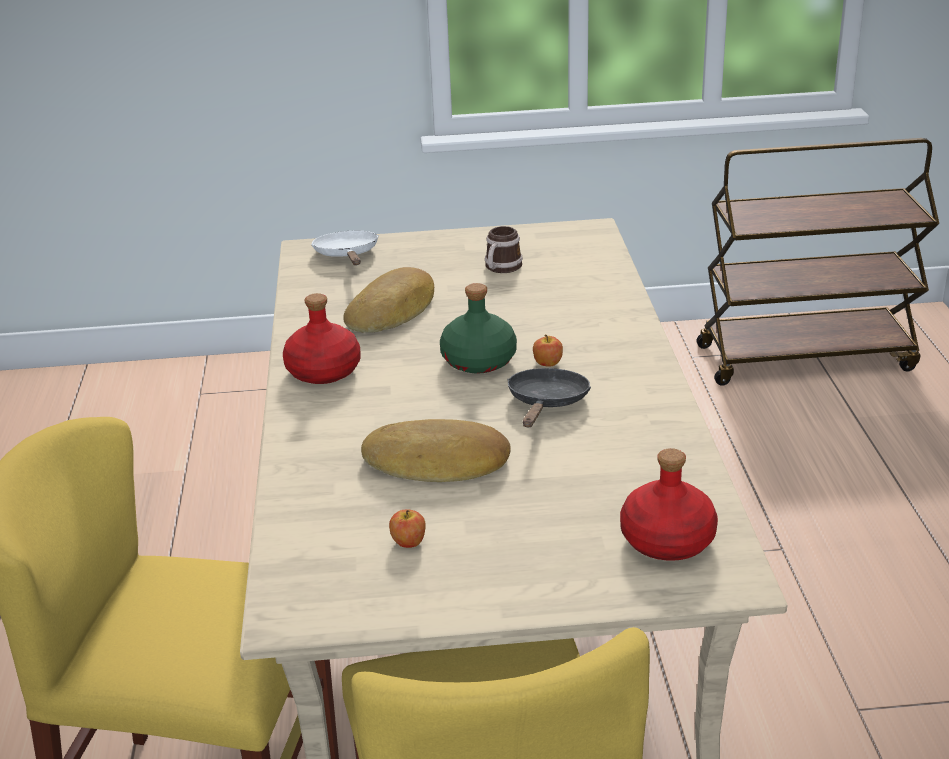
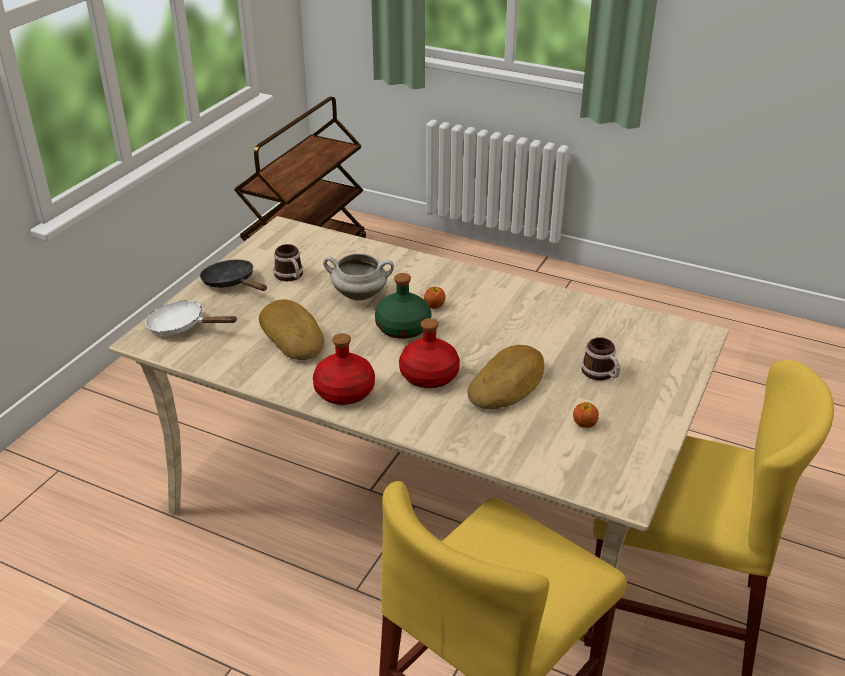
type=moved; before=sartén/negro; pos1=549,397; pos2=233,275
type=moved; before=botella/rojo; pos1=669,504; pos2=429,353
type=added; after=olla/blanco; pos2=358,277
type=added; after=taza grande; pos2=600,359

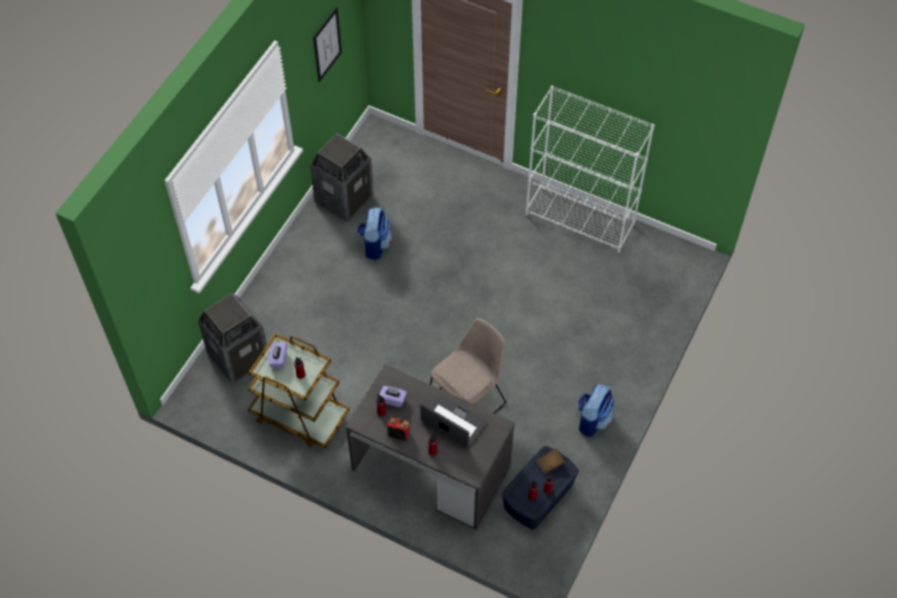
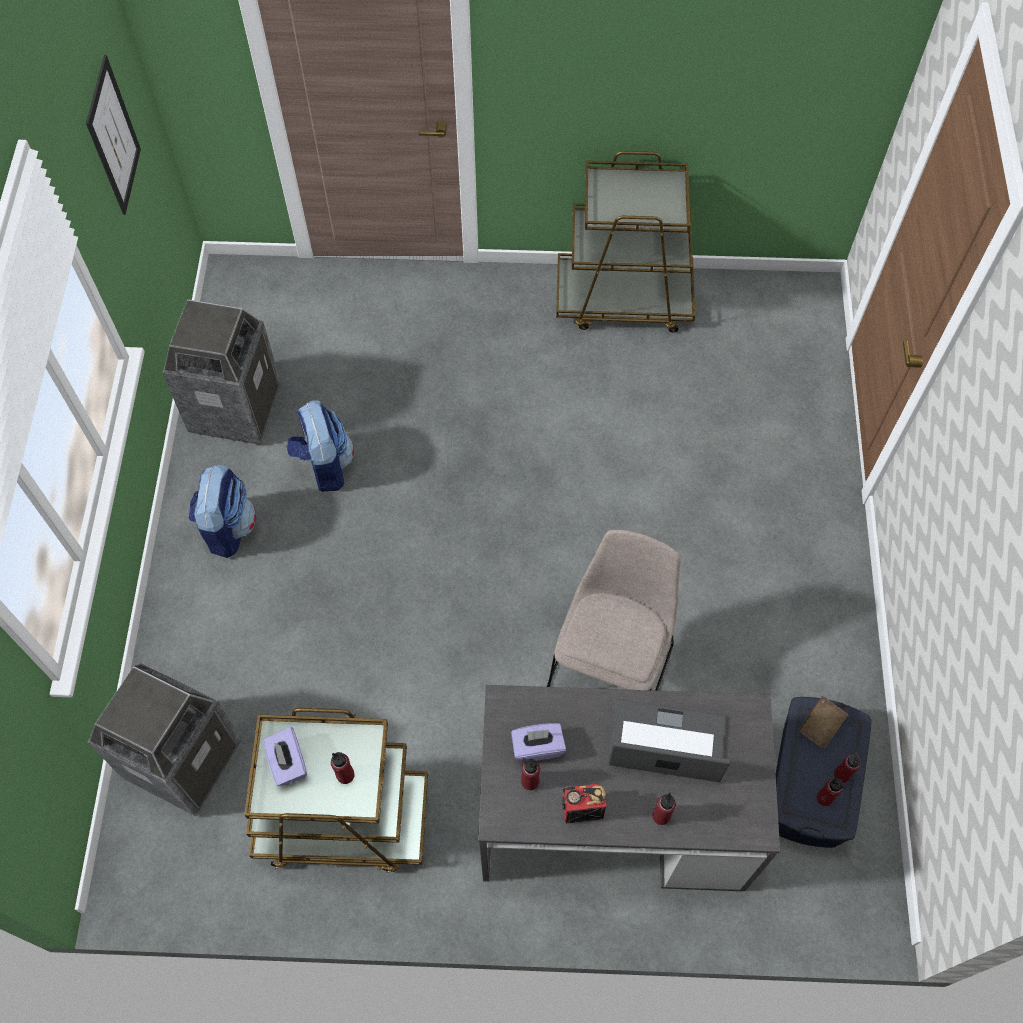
type=replaced; before=estantería/blanco; after=carrito/marrón; pos1=590,169; pos2=625,241
type=moved; before=mochila; pos1=596,410; pos2=222,511

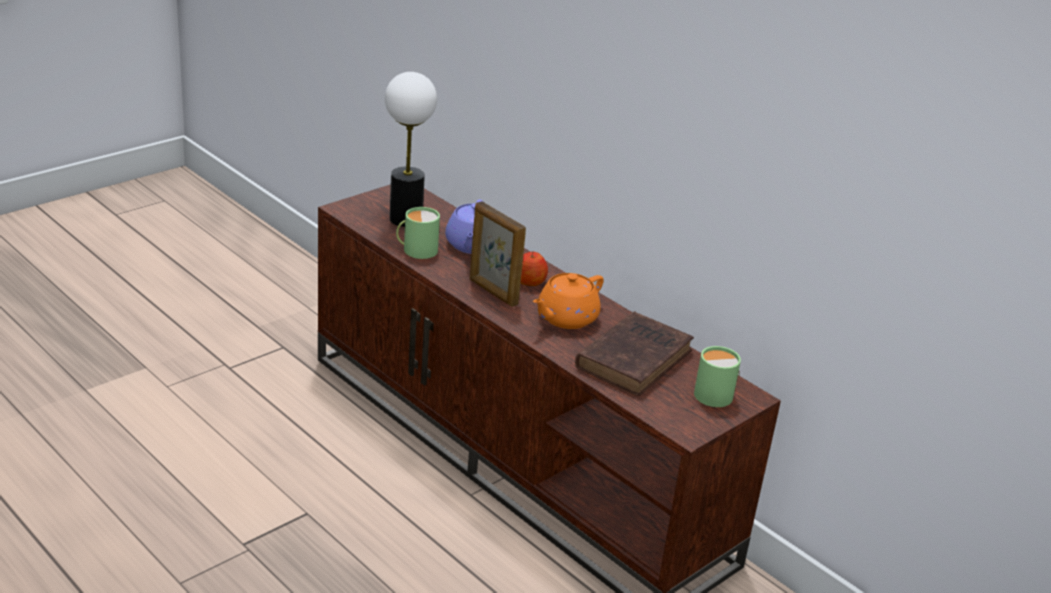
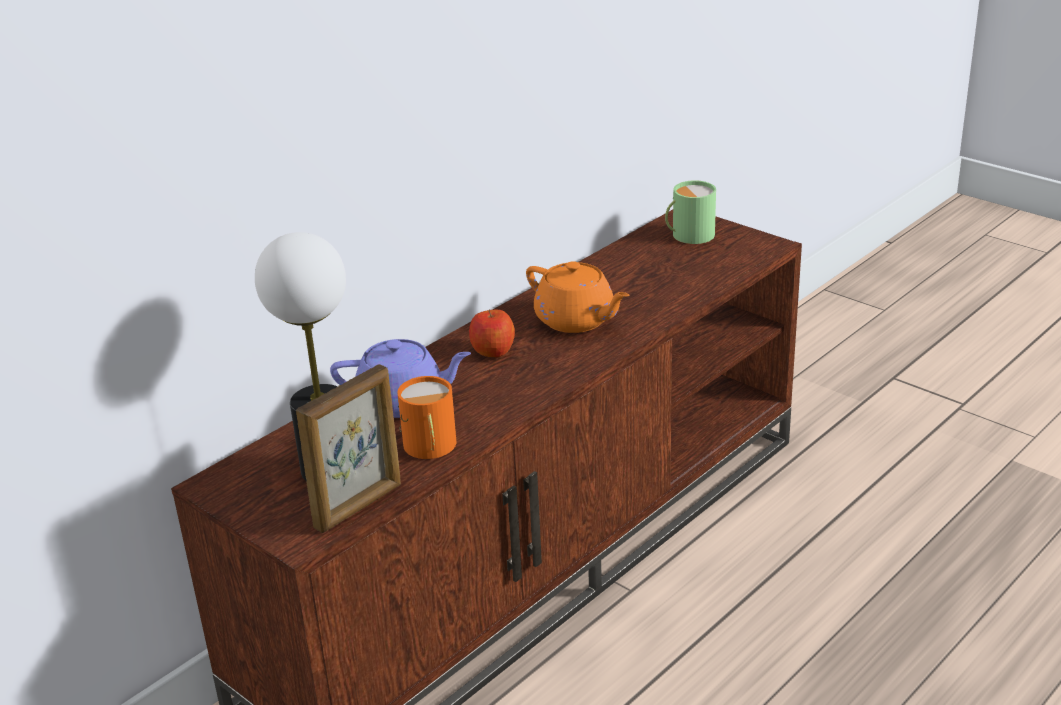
type=recoloured; before=taza grande/verde; after=taza grande/naranja; pos1=418,233; pos2=427,417
type=moved; before=portarretratos; pos1=497,254; pos2=348,448
type=removed; before=libro/marrón; pos1=634,353

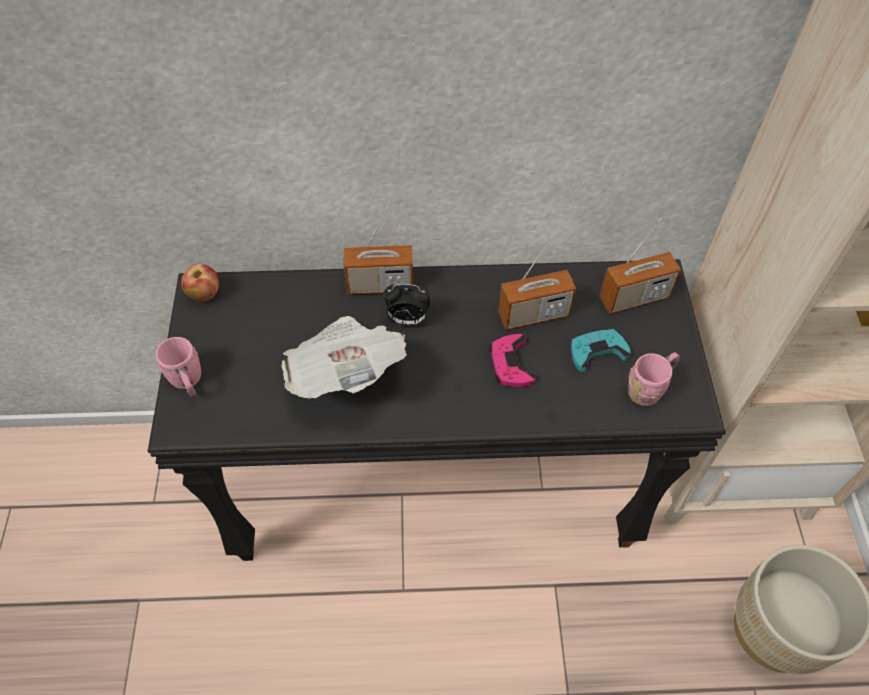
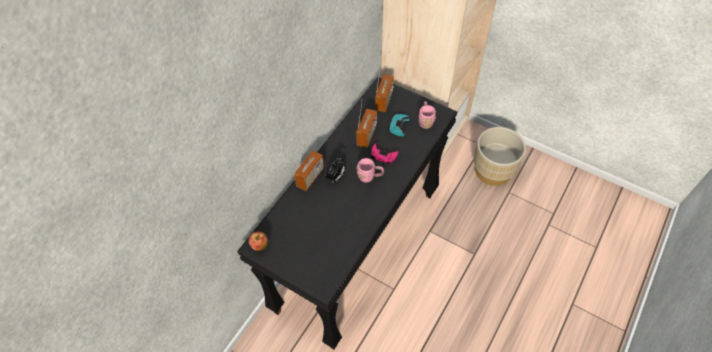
type=moved; before=taza grande/rosa; pos1=178,366; pos2=370,170
type=removed; before=periódico; pos1=344,357

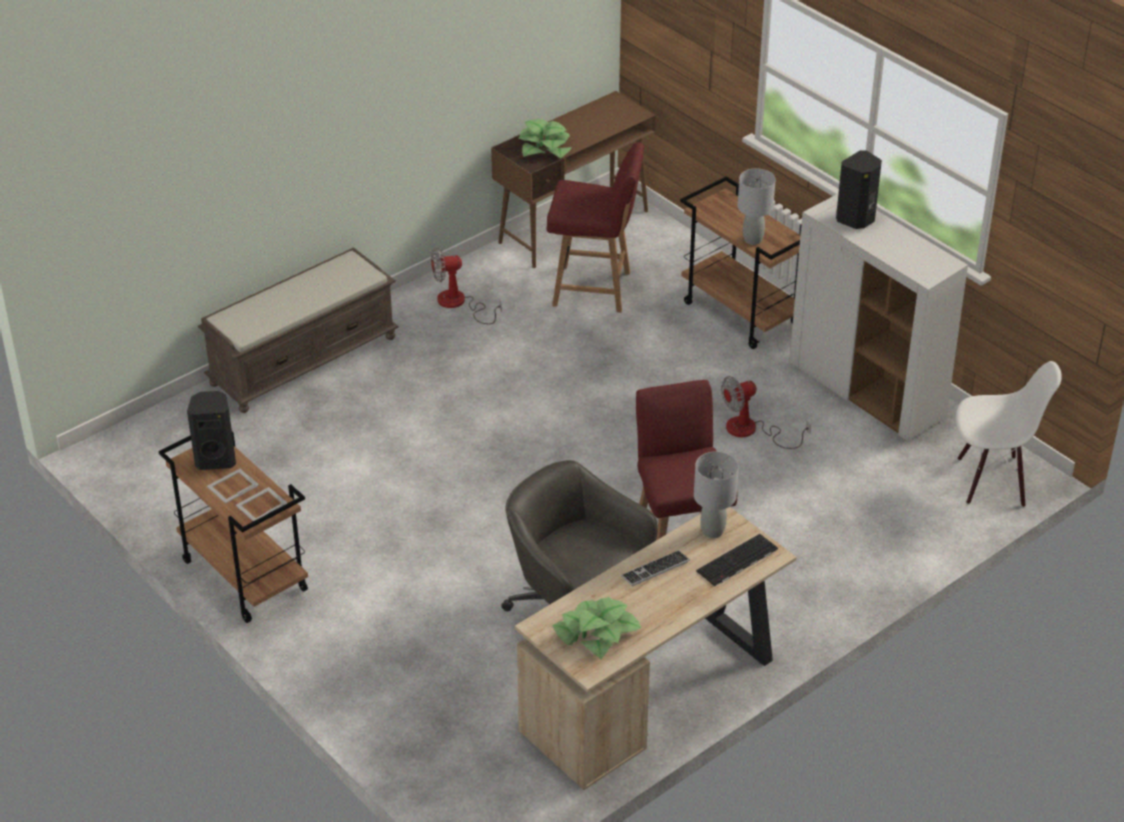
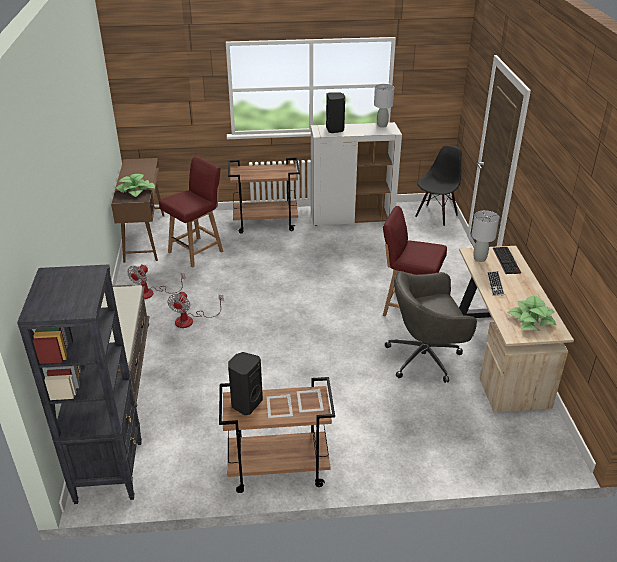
type=moved; before=ventilador; pos1=766,412; pos2=196,309
type=moved; before=lámpara de mesa/gris; pos1=757,206; pos2=384,106
type=recoloured; before=silla/blanco; after=silla/negro; pos1=1009,434; pos2=438,185
type=added; after=estantería/negro; pos2=79,384

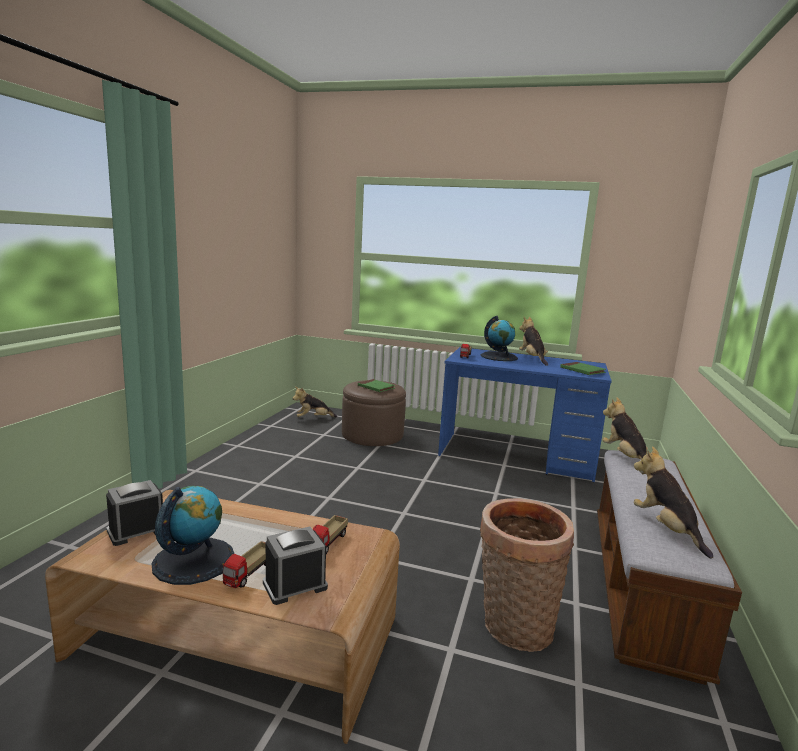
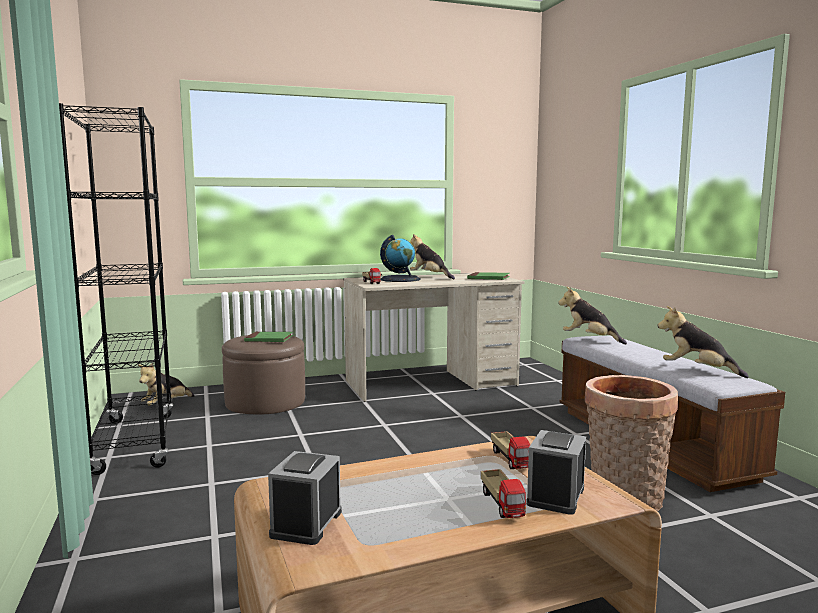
type=removed; before=globo terráqueo; pos1=192,535
type=recoloured; before=escritorio/azul; after=escritorio/beis; pos1=525,414; pos2=434,337
type=added; after=estantería/negro; pos2=116,289

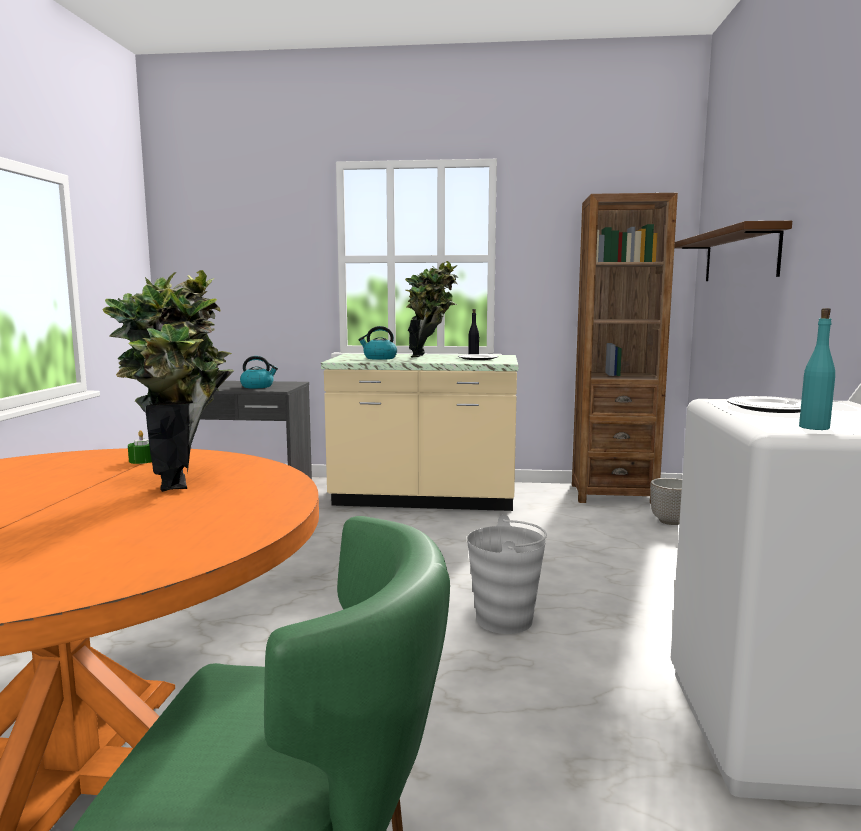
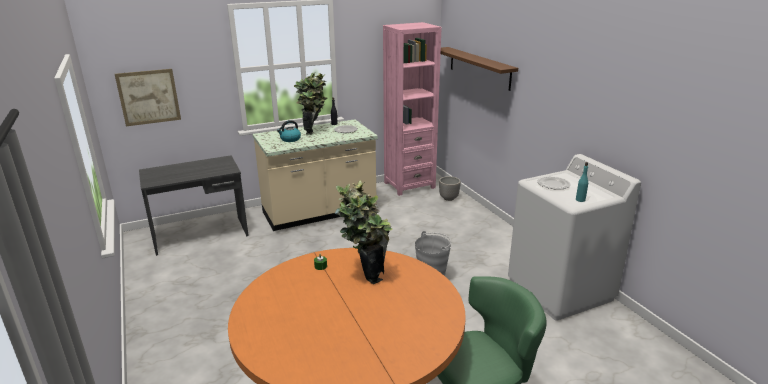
type=removed; before=hervidor; pos1=259,372
type=recoloured; before=estantería/marrón; after=estantería/rosa; pos1=625,348; pos2=412,109
type=added; after=cuadro; pos2=148,97

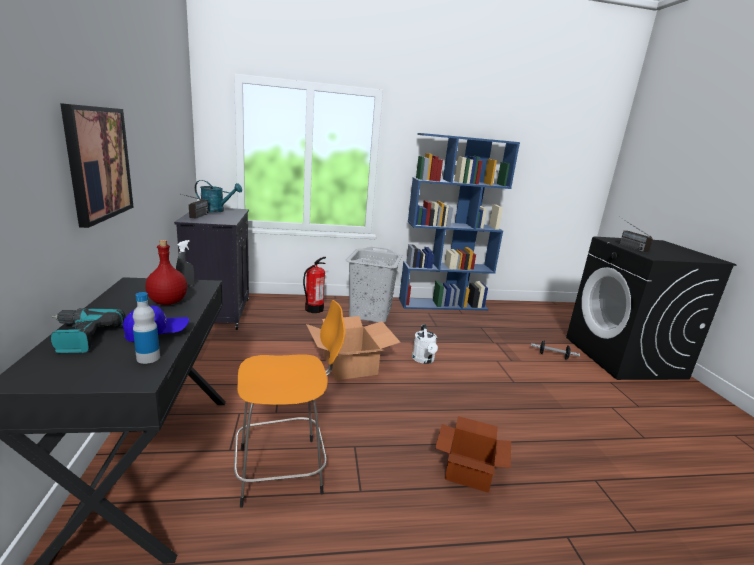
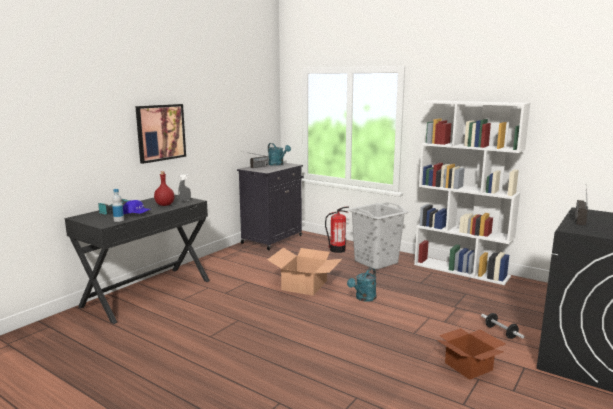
type=removed; before=taburete/naranja; pos1=289,404
type=recoloured; before=estantería/azul; after=estantería/blanco; pos1=459,222; pos2=472,192
type=recoloured; before=regadera/blanco; after=regadera/turquesa; pos1=425,344; pos2=361,285
type=moved; before=caja de cartón; pos1=473,454; pos2=471,354

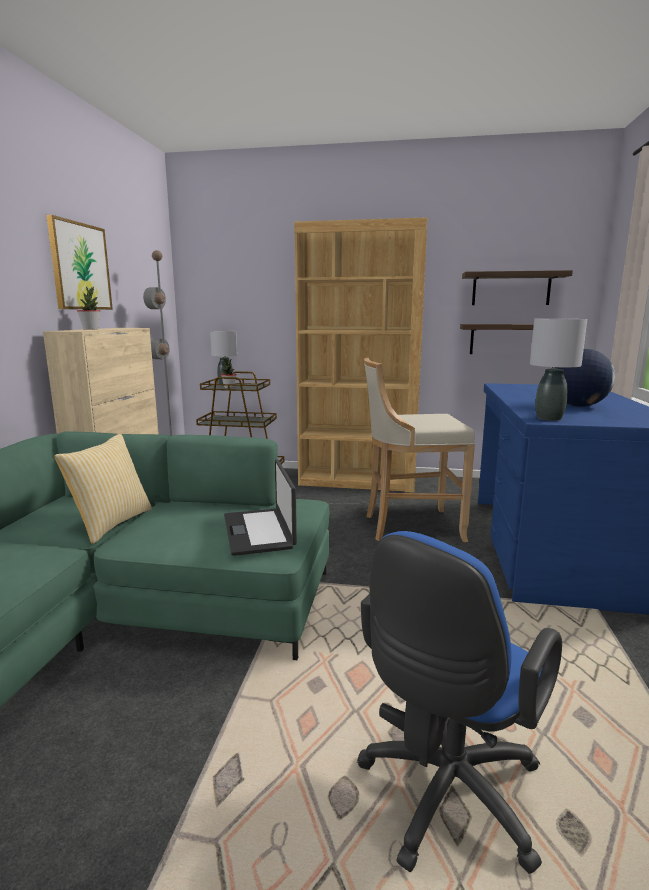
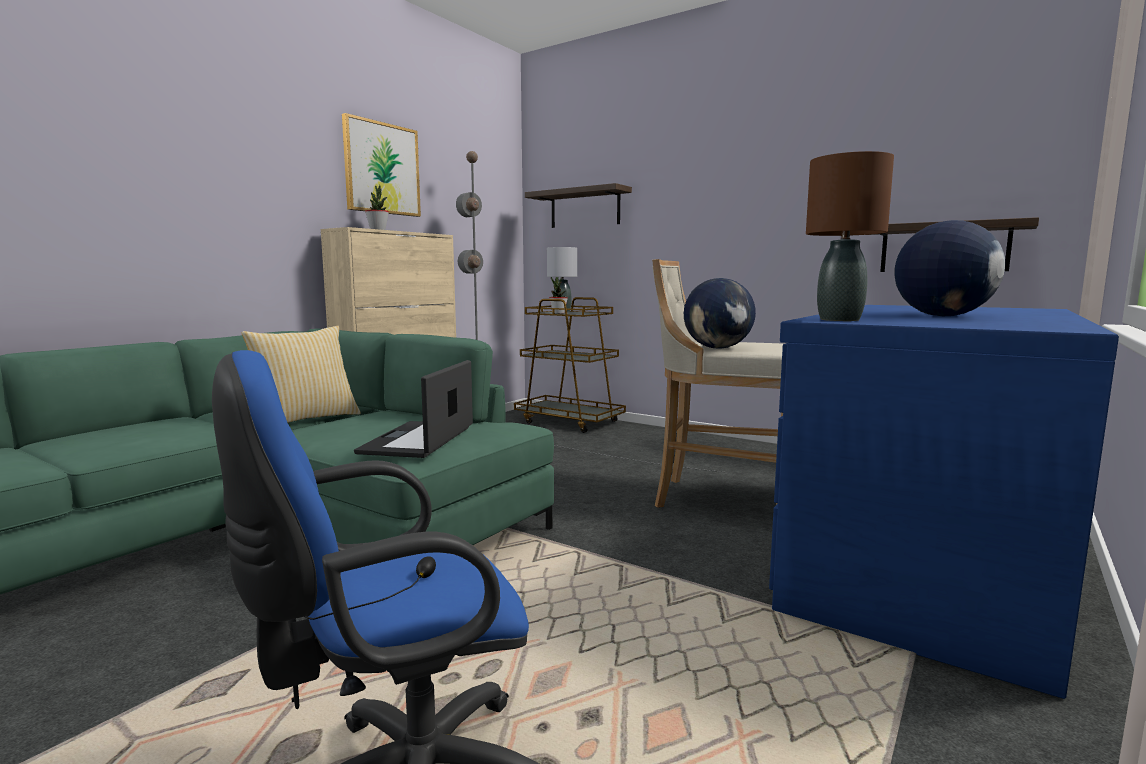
type=removed; before=estantería/marrón; pos1=360,355
type=moved; before=estante; pos1=517,287; pos2=578,205
type=recoloured; before=lámpara de mesa/gris; after=lámpara de mesa/marrón; pos1=558,370; pos2=850,236
type=added; after=globo terráqueo; pos2=720,313

